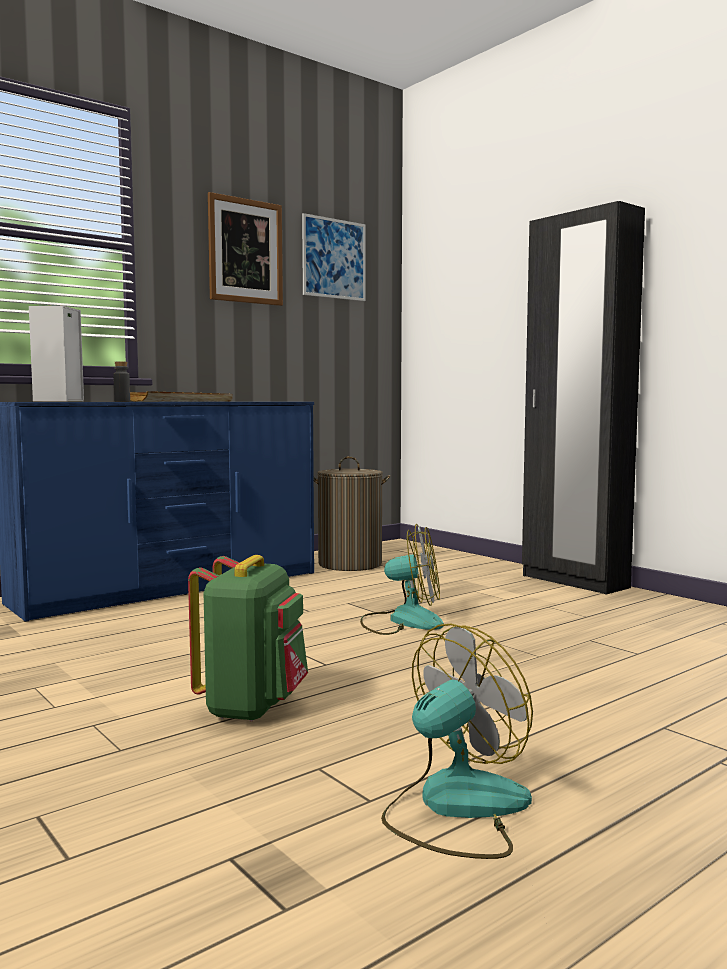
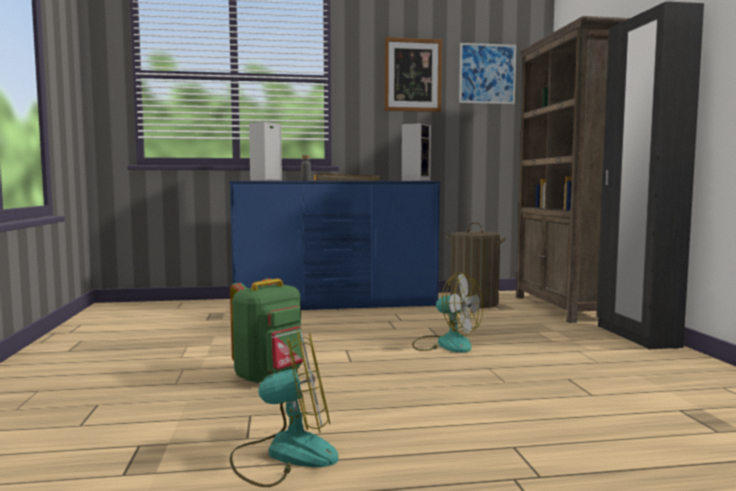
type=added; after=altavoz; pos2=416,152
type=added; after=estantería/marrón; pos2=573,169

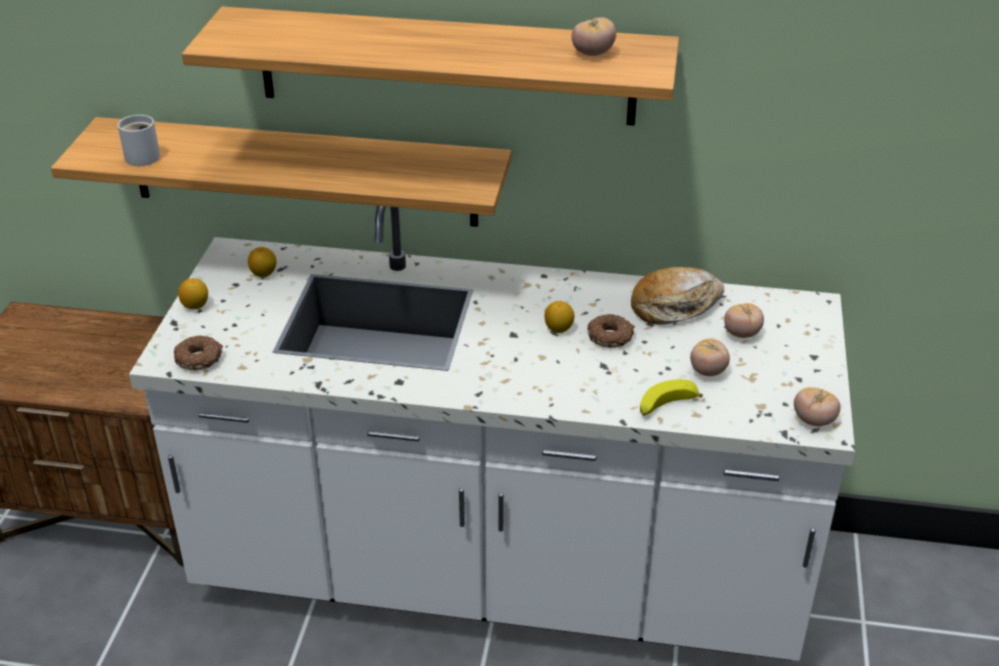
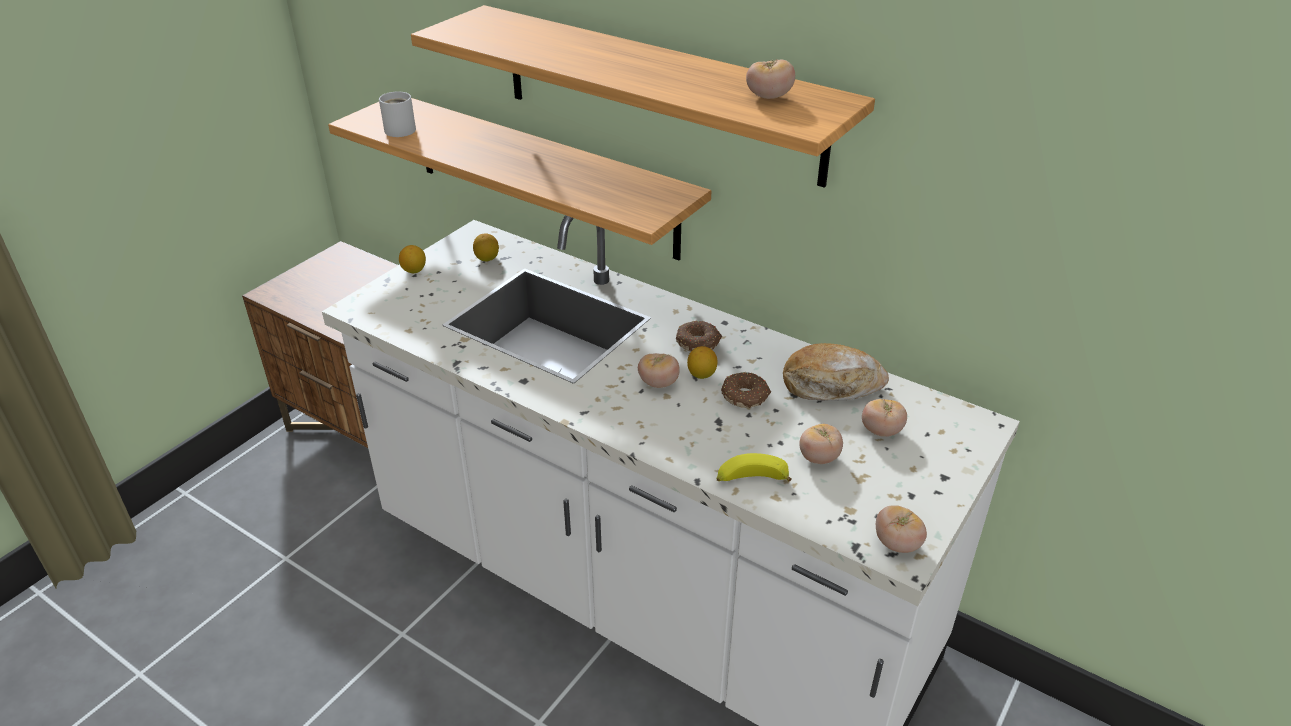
type=moved; before=rosquilla; pos1=198,352; pos2=699,336
type=added; after=tomate; pos2=659,370

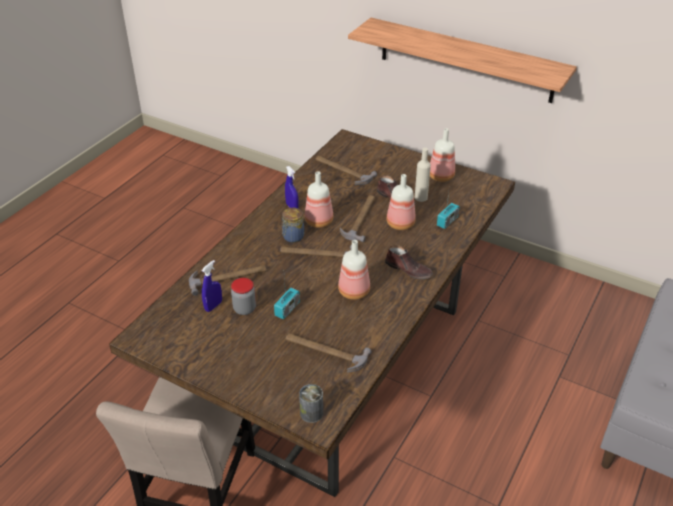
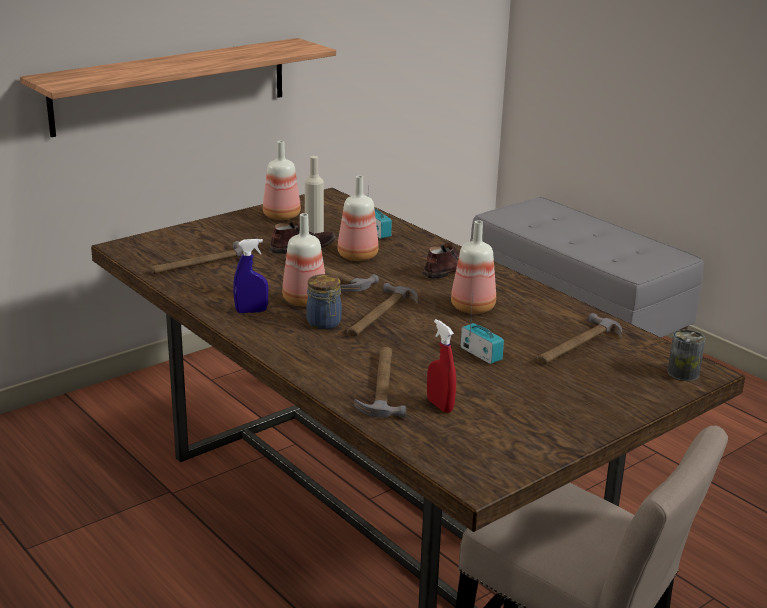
type=recoloured; before=pulverizador/azul; after=pulverizador/rojo; pos1=212,286; pos2=441,366
type=removed; before=tarro; pos1=243,296

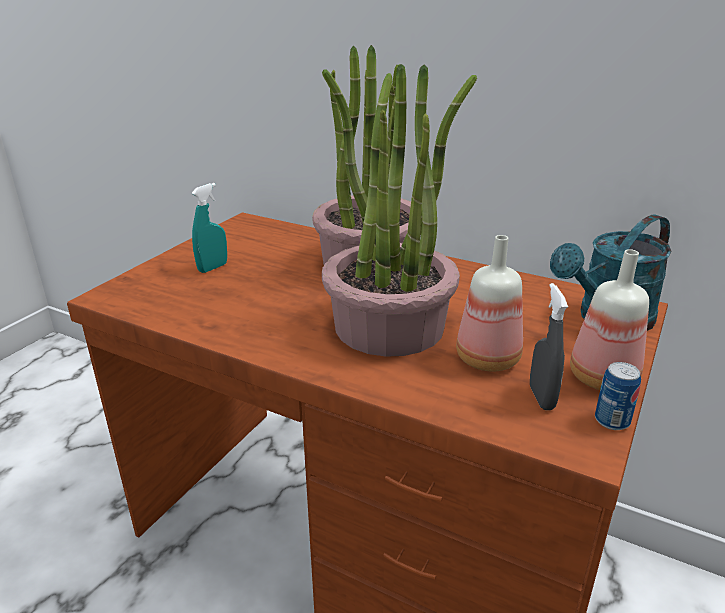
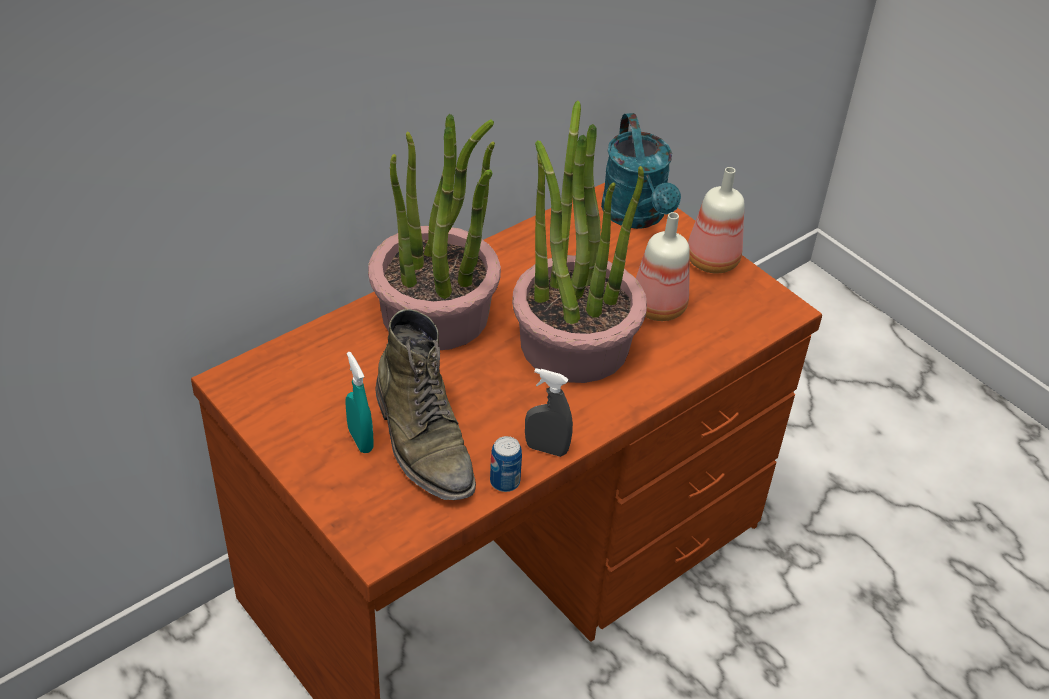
type=moved; before=pulverizador/gris; pos1=549,346; pos2=549,412
type=moved; before=lata; pos1=618,396; pos2=506,464
type=added; after=bota/verde; pos2=426,404

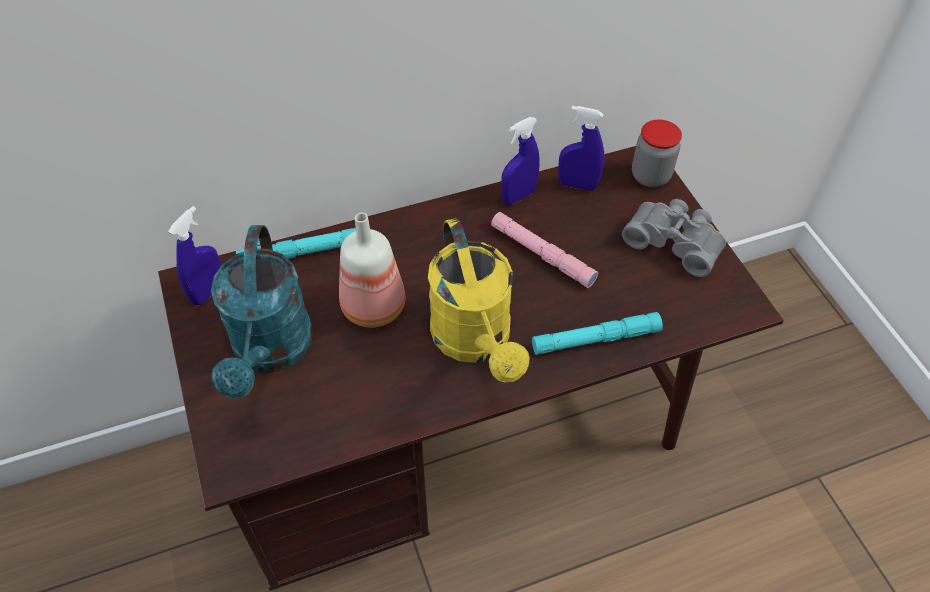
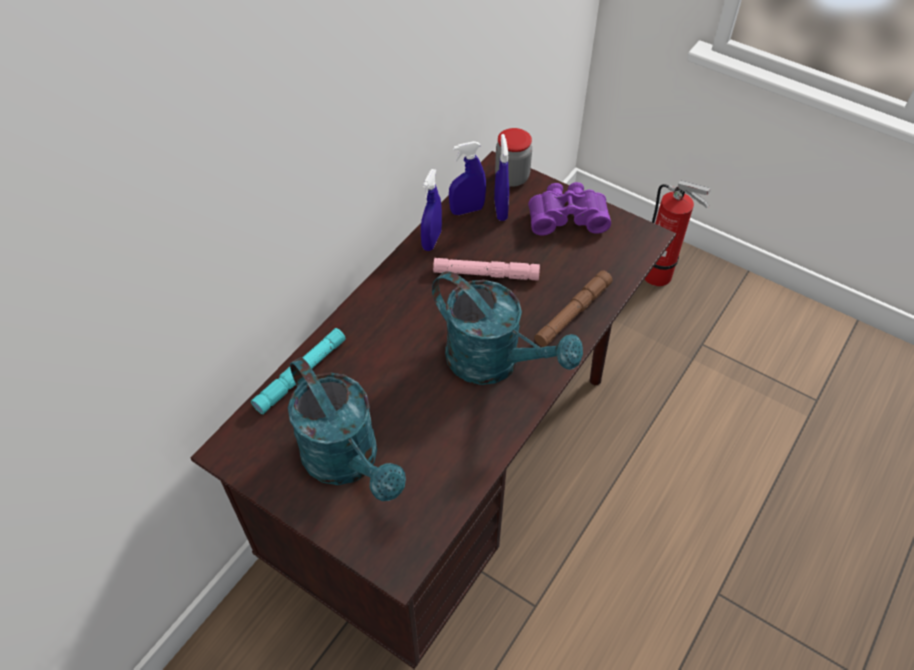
type=moved; before=pulverizador/azul; pos1=194,255; pos2=501,177
type=removed; before=botella; pos1=372,270
type=recoloured; before=regadera/amarillo; after=regadera/turquesa; pos1=479,300; pos2=507,328
type=recoloured; before=linterna/turquesa; after=linterna/marrón; pos1=597,333; pos2=573,308
type=recoloured; before=prismáticos/gris; after=prismáticos/morado; pos1=674,238; pos2=569,208
type=added; after=extintor; pos2=678,233

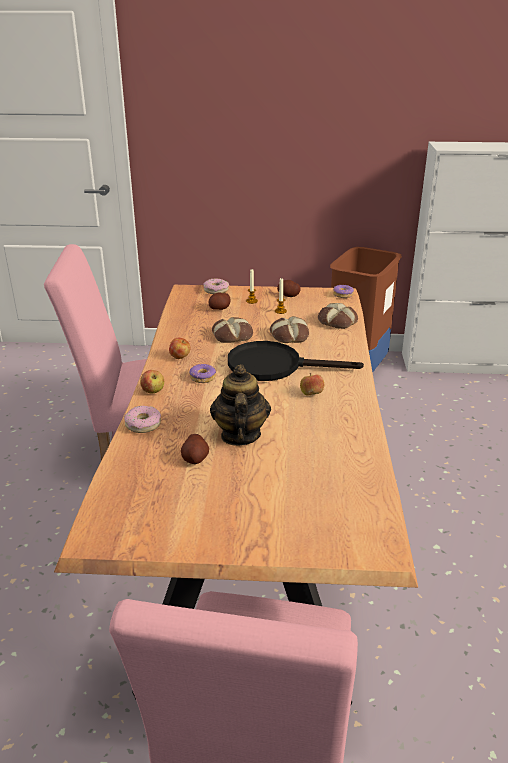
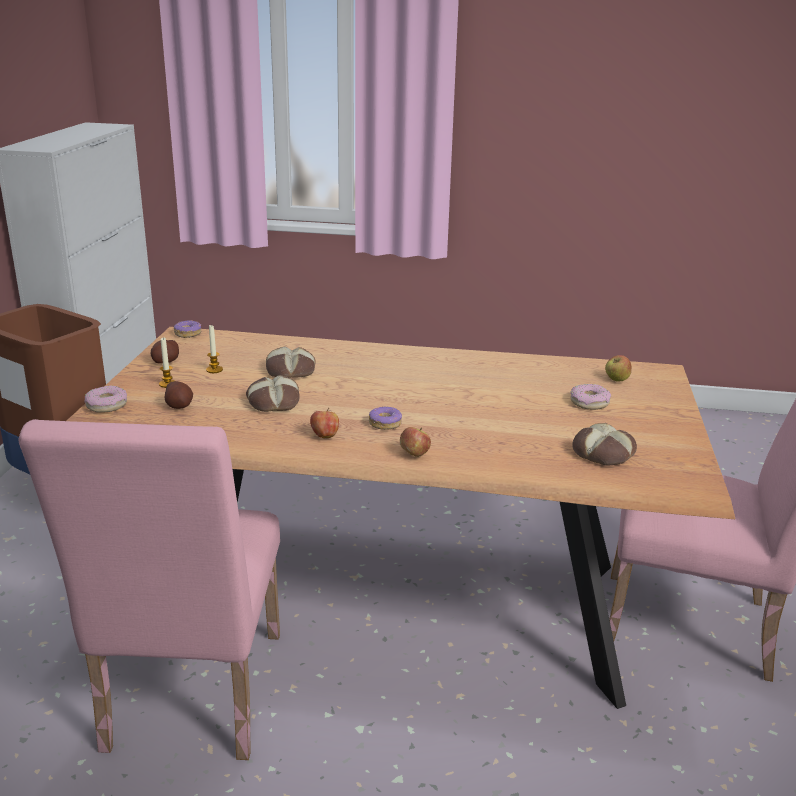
type=moved; before=rosquilla; pos1=142,419; pos2=590,397
type=removed; before=patata; pos1=195,449
type=removed; before=tetera; pos1=240,405
type=removed; before=sartén/negro; pos1=296,361
type=moved; before=manzana; pos1=312,384; pos2=618,368
type=moved; before=pan; pos1=338,316; pos2=604,444

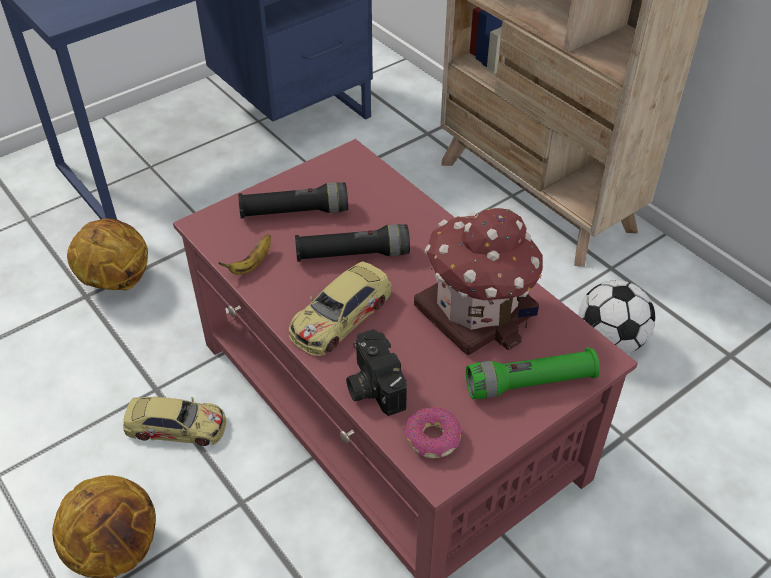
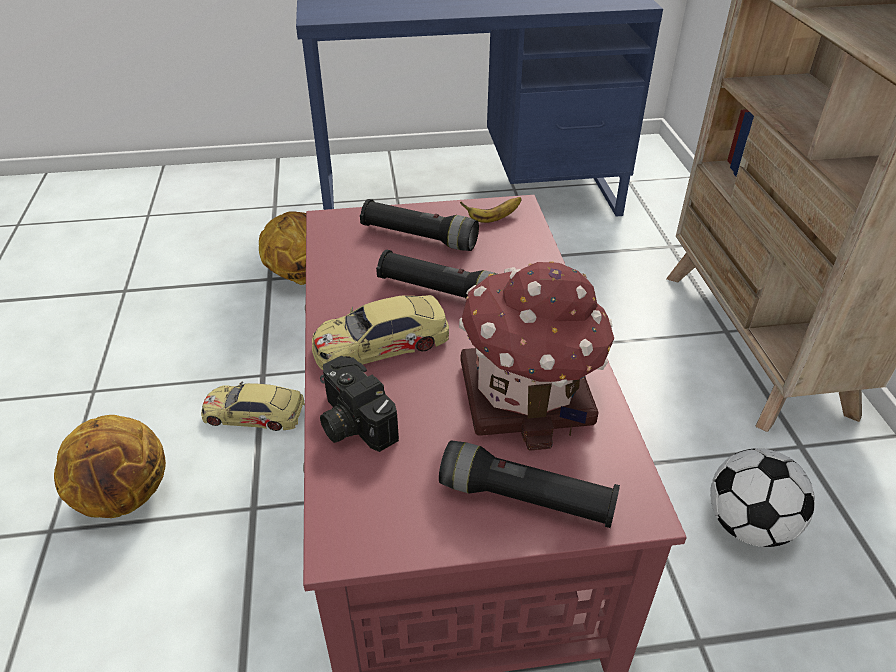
type=turned; before=coche de juguete; pos1=174,421; pos2=253,406; turn=150
type=moved; before=plátano; pos1=244,254; pos2=491,210
type=turned; before=cámara; pos1=376,372; pos2=359,404; turn=-45
type=removed; before=rosquilla; pos1=433,432
type=recoloured; before=linterna/verde; after=linterna/negro; pos1=533,373; pos2=529,484

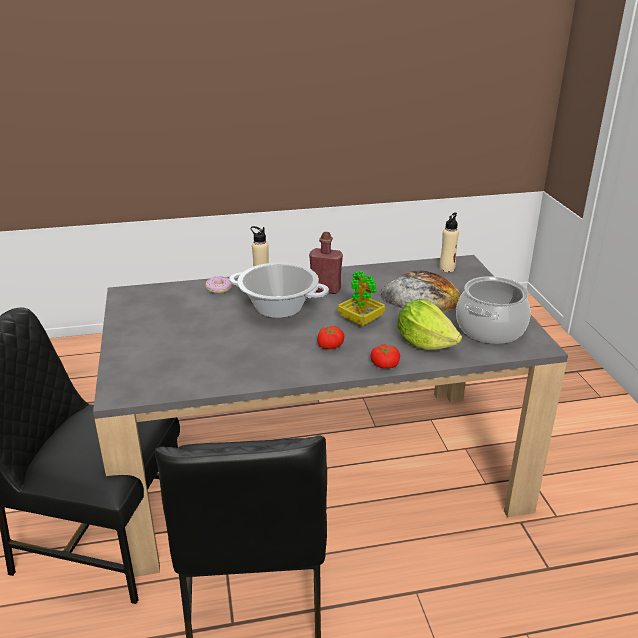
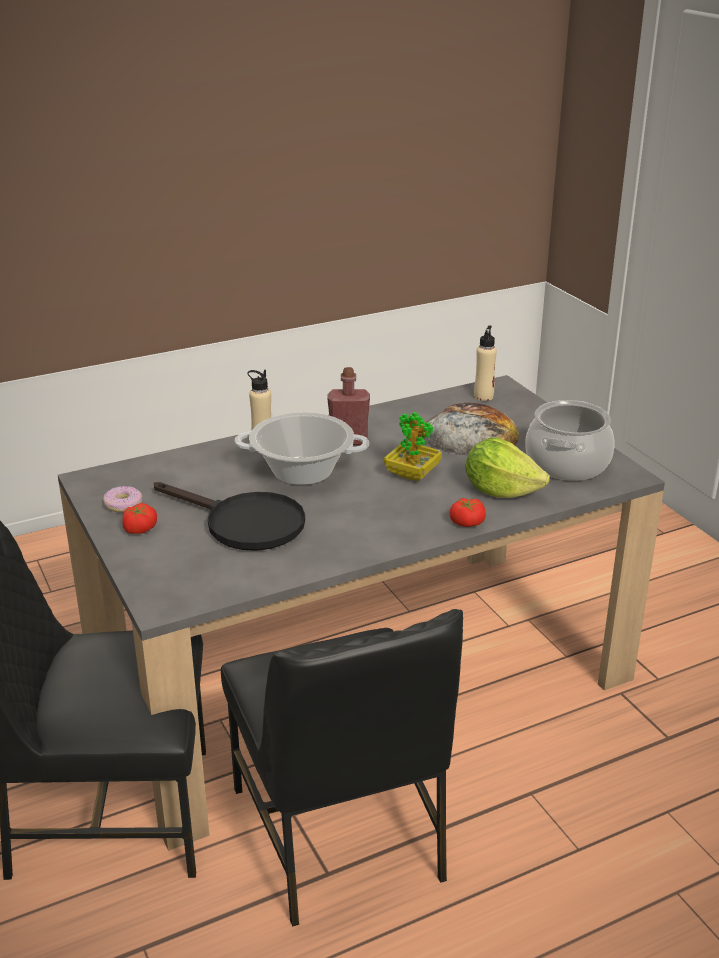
type=moved; before=rosquilla; pos1=219,284; pos2=123,499
type=moved; before=tomate; pos1=330,337; pos2=139,518
type=added; after=sartén/negro; pos2=229,516

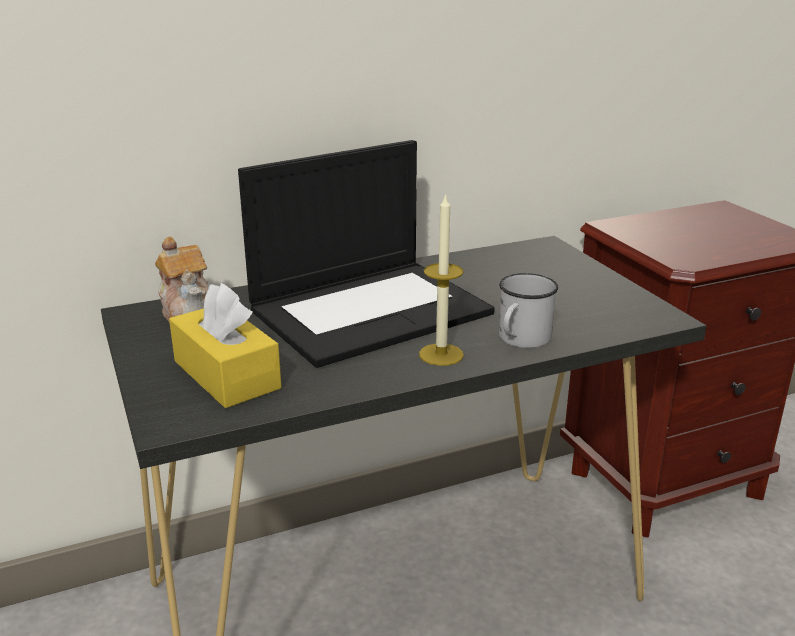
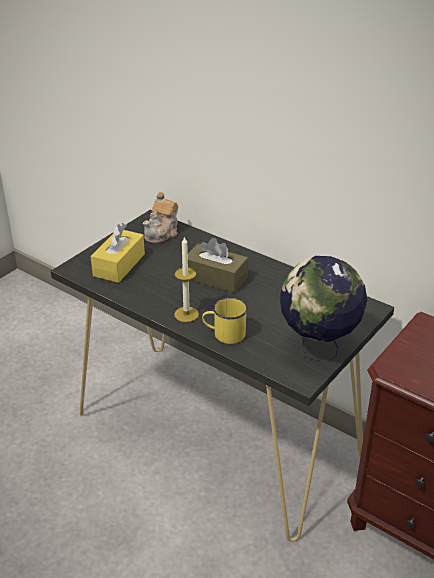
type=replaced; before=portátil; after=caja de pañuelos/marrón; pos1=366,254; pos2=218,265
type=recoloured; before=taza grande/blanco; after=taza grande/amarillo; pos1=528,310; pos2=225,321
type=added; after=globo terráqueo; pos2=323,309

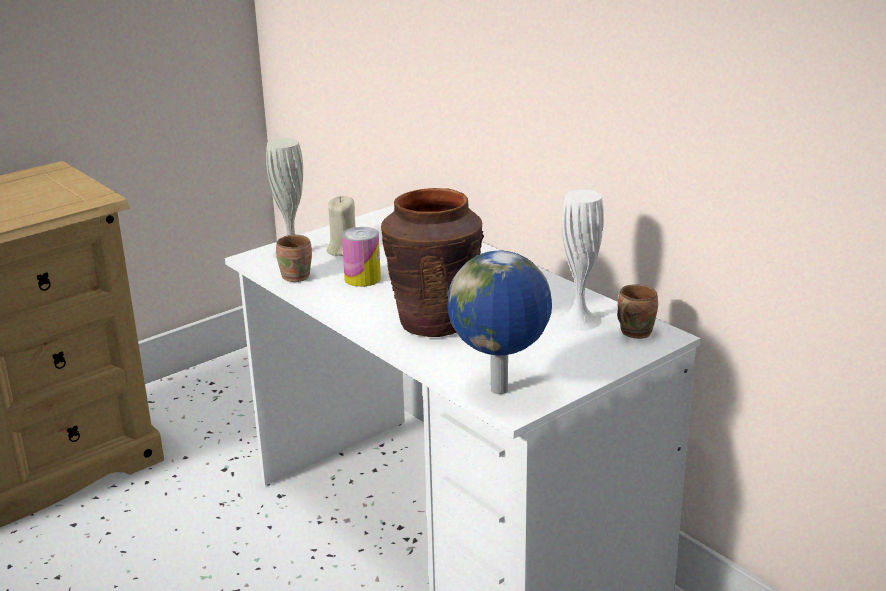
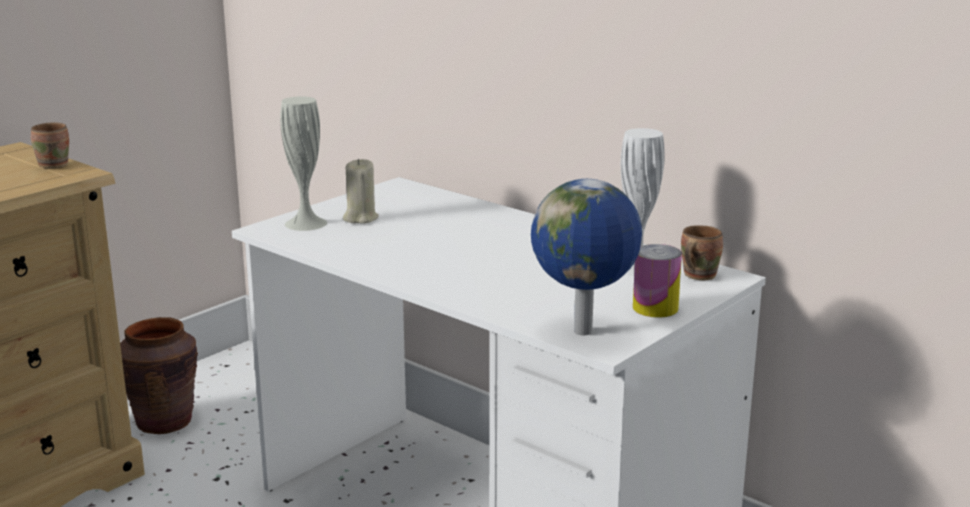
type=moved; before=taza grande/marrón; pos1=294,258; pos2=50,145
type=moved; before=lata; pos1=361,257; pos2=657,281
type=moved; before=florero/marrón; pos1=432,262; pos2=159,375

